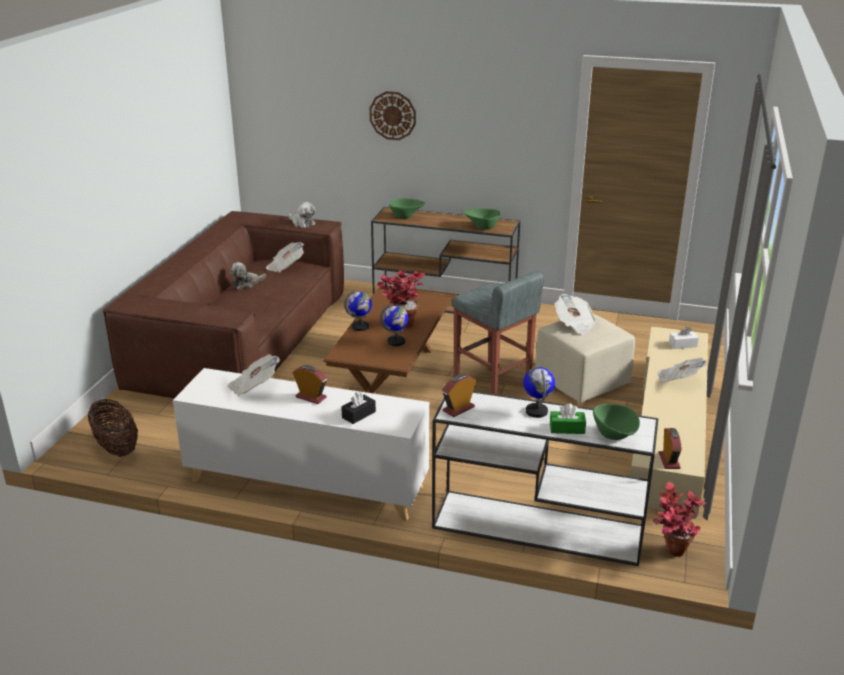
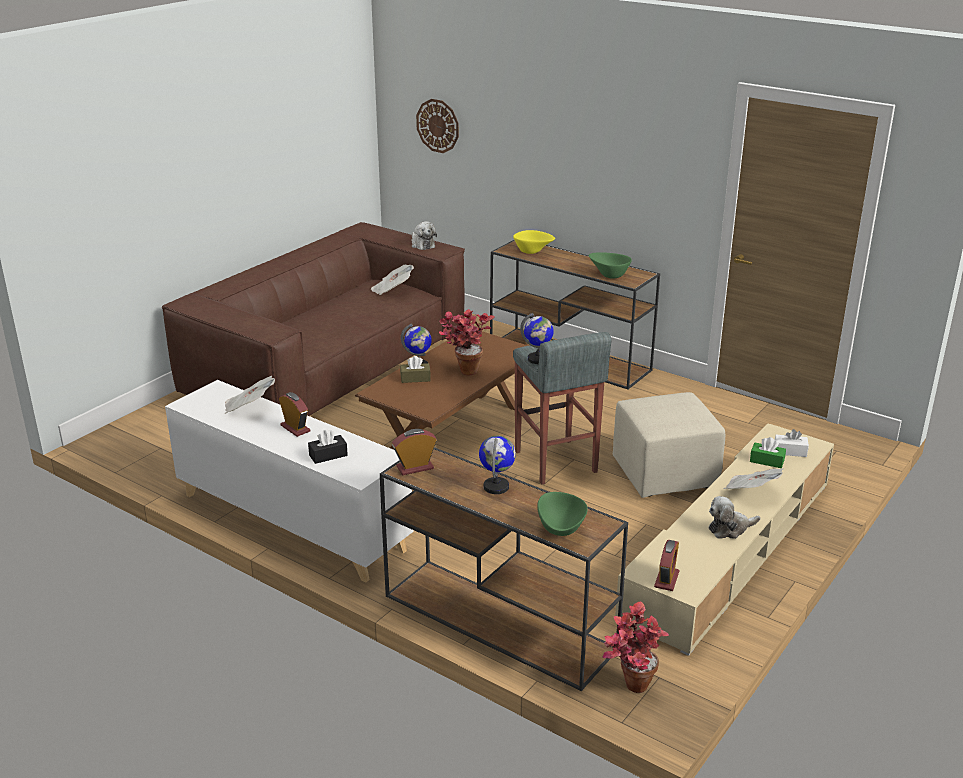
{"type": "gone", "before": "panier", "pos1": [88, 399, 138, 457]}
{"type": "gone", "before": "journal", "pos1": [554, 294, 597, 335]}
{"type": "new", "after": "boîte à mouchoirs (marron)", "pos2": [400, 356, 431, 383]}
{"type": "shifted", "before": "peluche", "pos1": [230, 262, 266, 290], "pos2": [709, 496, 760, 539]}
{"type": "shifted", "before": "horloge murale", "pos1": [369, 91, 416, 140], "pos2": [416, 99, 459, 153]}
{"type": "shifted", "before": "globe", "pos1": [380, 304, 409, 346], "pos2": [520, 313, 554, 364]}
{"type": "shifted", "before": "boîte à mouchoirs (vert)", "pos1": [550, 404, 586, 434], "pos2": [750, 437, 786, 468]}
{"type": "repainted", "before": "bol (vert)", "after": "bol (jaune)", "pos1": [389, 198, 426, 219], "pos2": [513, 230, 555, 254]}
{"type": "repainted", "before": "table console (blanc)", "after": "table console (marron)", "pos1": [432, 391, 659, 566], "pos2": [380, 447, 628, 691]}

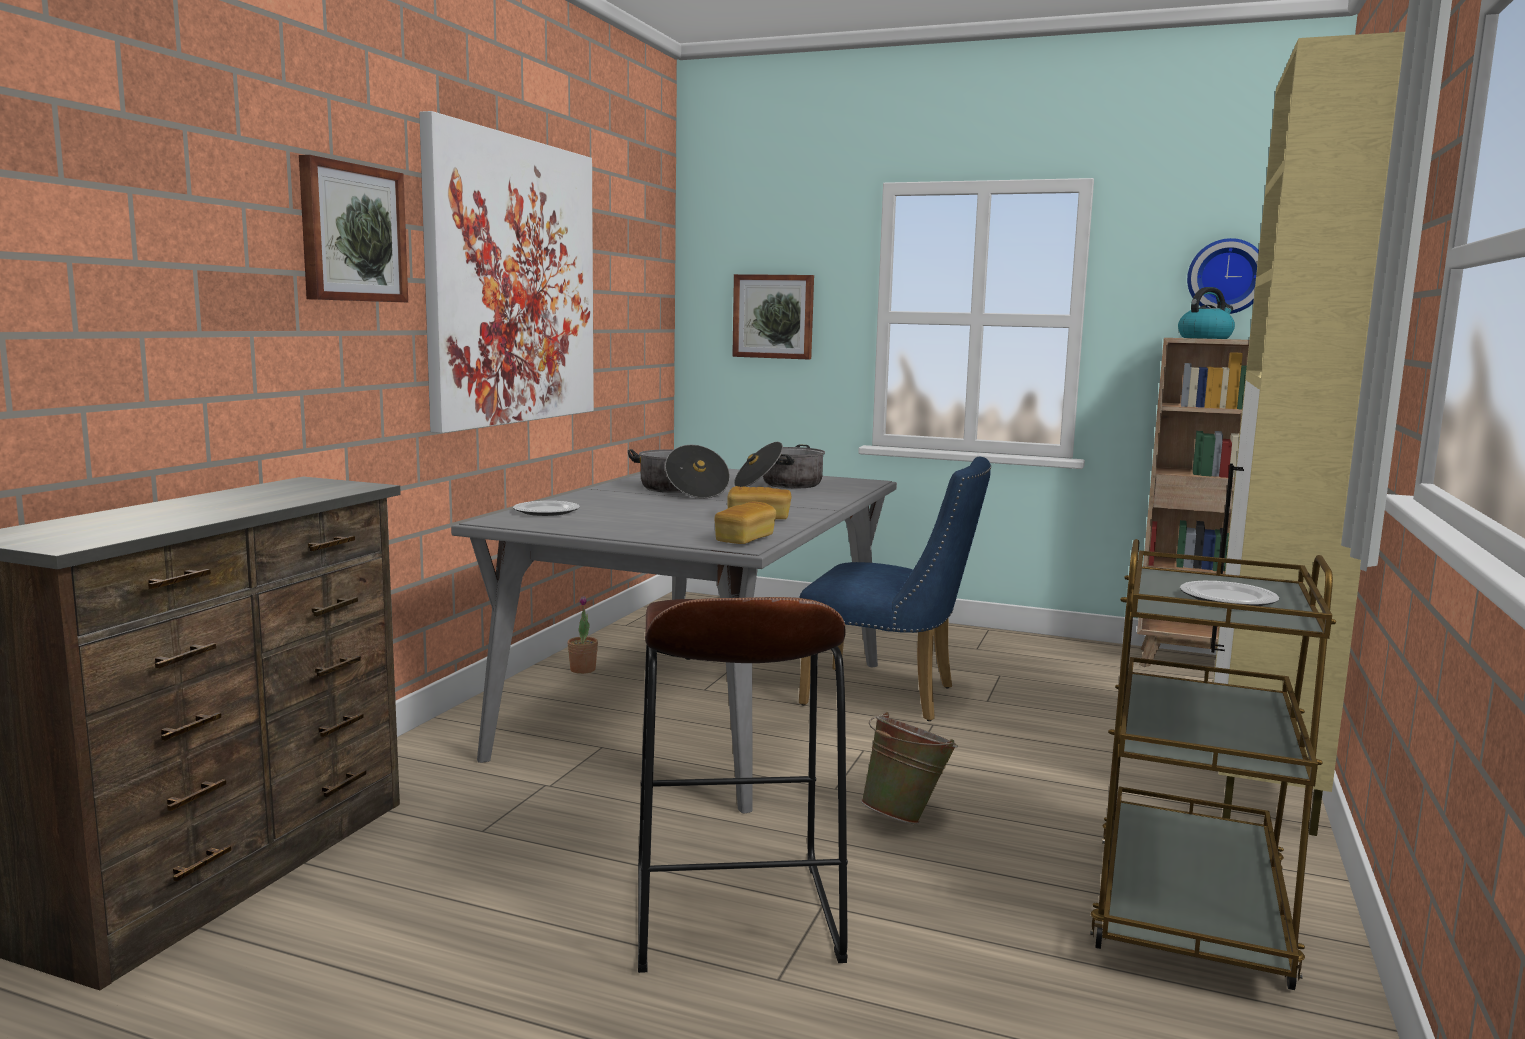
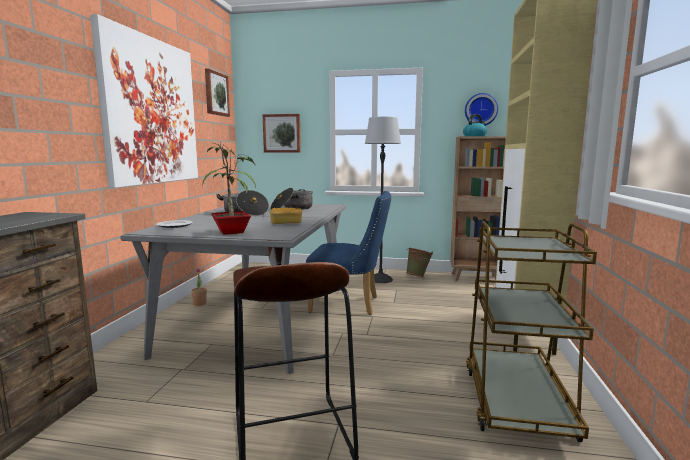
{"type": "gone", "before": "pain", "pos1": [714, 502, 776, 544]}
{"type": "gone", "before": "assiette", "pos1": [1180, 581, 1279, 606]}
{"type": "new", "after": "plante en pot", "pos2": [202, 142, 256, 235]}
{"type": "new", "after": "lampadaire", "pos2": [365, 117, 401, 283]}
{"type": "shifted", "before": "tableau", "pos1": [299, 155, 408, 302], "pos2": [205, 68, 230, 117]}
{"type": "shifted", "before": "seau (vert)", "pos1": [861, 712, 958, 824], "pos2": [406, 248, 433, 277]}

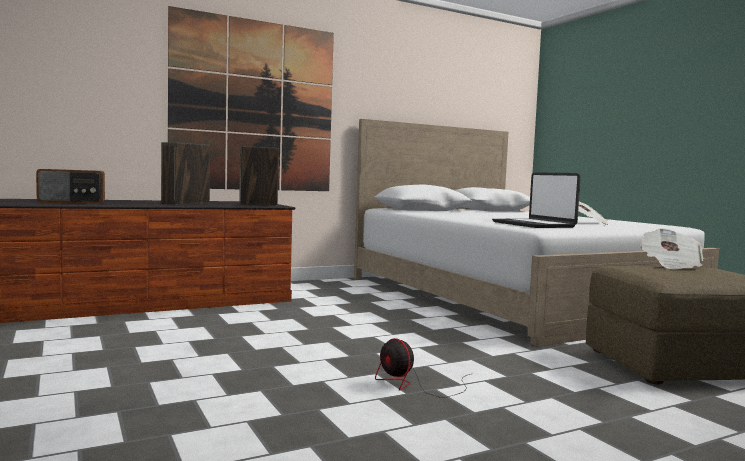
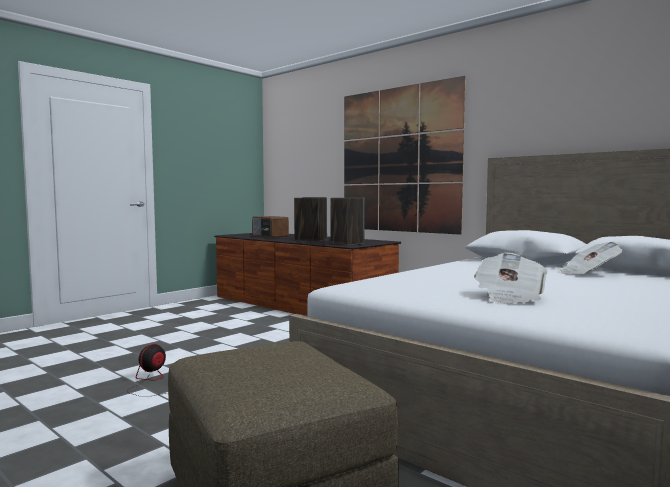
{"type": "gone", "before": "ordinateur portable", "pos1": [492, 172, 581, 228]}
{"type": "shifted", "before": "journal", "pos1": [640, 228, 703, 270], "pos2": [557, 242, 622, 274]}

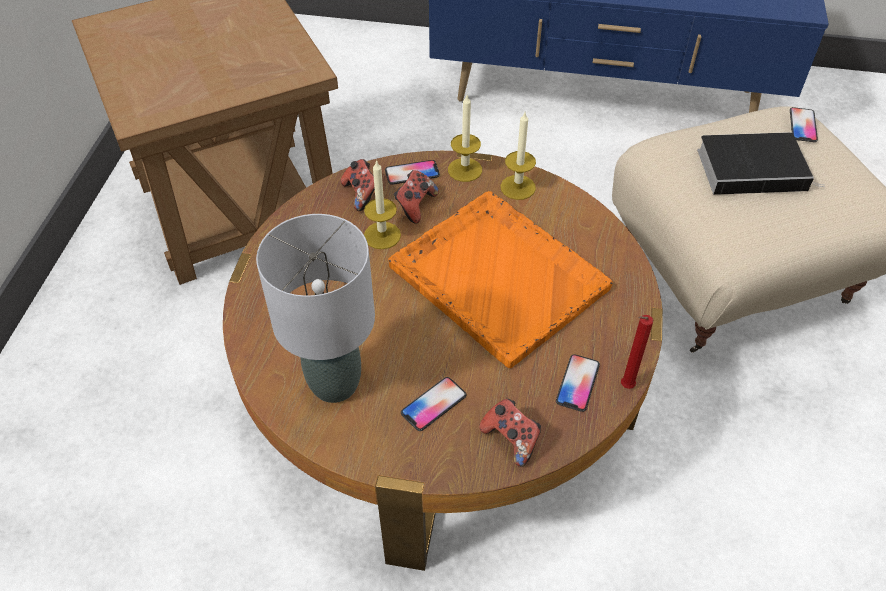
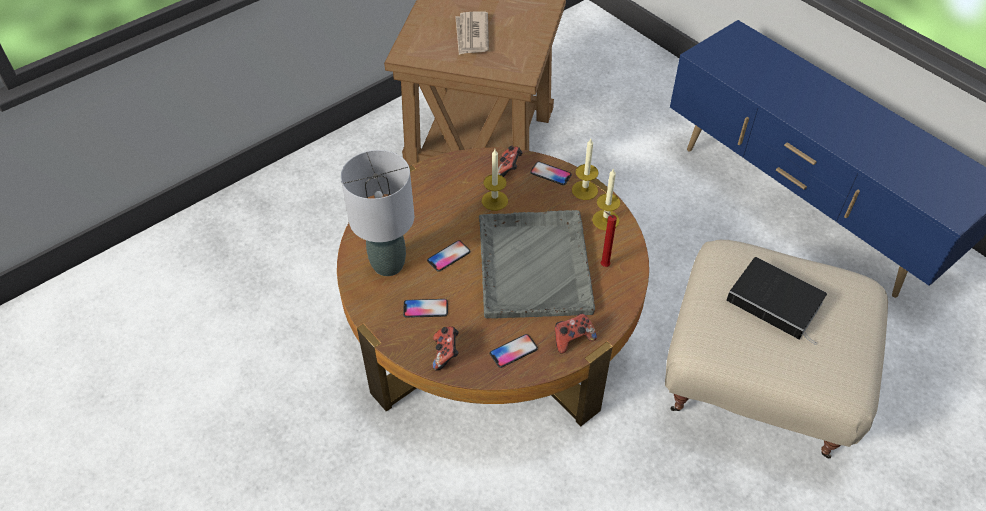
{"type": "new", "after": "journal", "pos2": [455, 12, 489, 55]}
{"type": "shifted", "before": "manette", "pos1": [394, 170, 439, 224], "pos2": [555, 313, 597, 354]}
{"type": "shifted", "before": "bougie (rouge)", "pos1": [621, 315, 653, 389], "pos2": [601, 211, 617, 267]}
{"type": "shifted", "before": "téléphone", "pos1": [790, 107, 818, 142], "pos2": [427, 240, 471, 272]}
{"type": "repainted", "before": "plateau (orange)", "after": "plateau (gris)", "pos1": [388, 191, 613, 368], "pos2": [479, 210, 595, 318]}

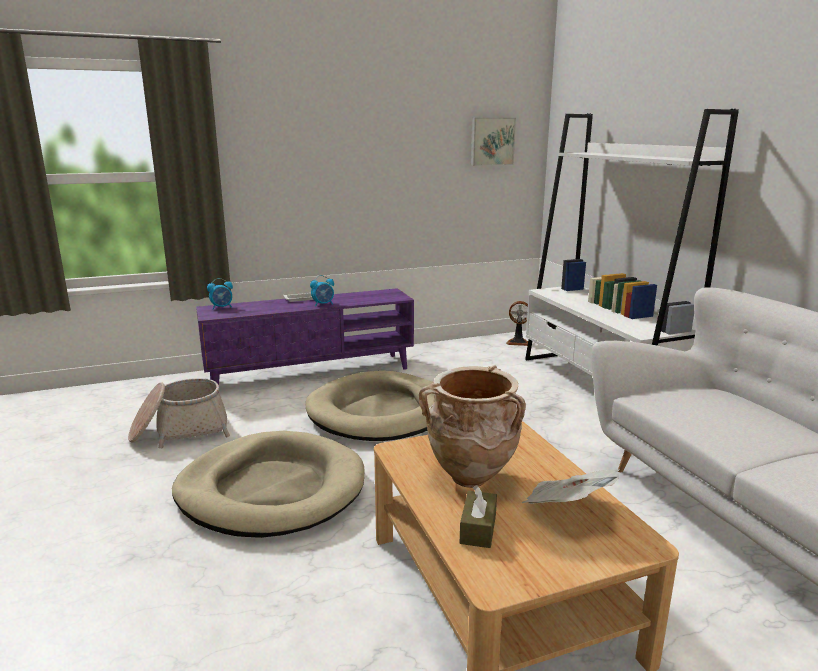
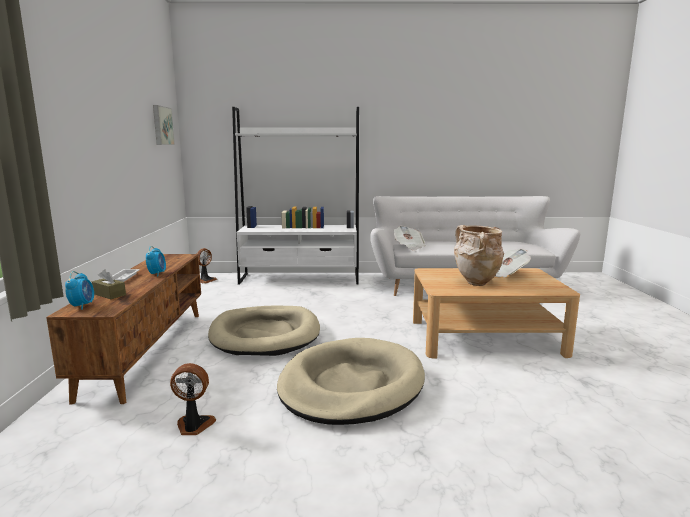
{"type": "new", "after": "journal", "pos2": [394, 226, 426, 250]}
{"type": "shifted", "before": "boîte à mouchoirs (marron)", "pos1": [460, 485, 497, 548], "pos2": [92, 269, 126, 299]}
{"type": "swapped", "before": "panier", "after": "ventilateur", "pos1": [128, 378, 230, 448], "pos2": [170, 363, 216, 435]}
{"type": "repainted", "before": "meuble télé (violet)", "after": "meuble télé (marron)", "pos1": [196, 288, 414, 385], "pos2": [46, 254, 201, 405]}

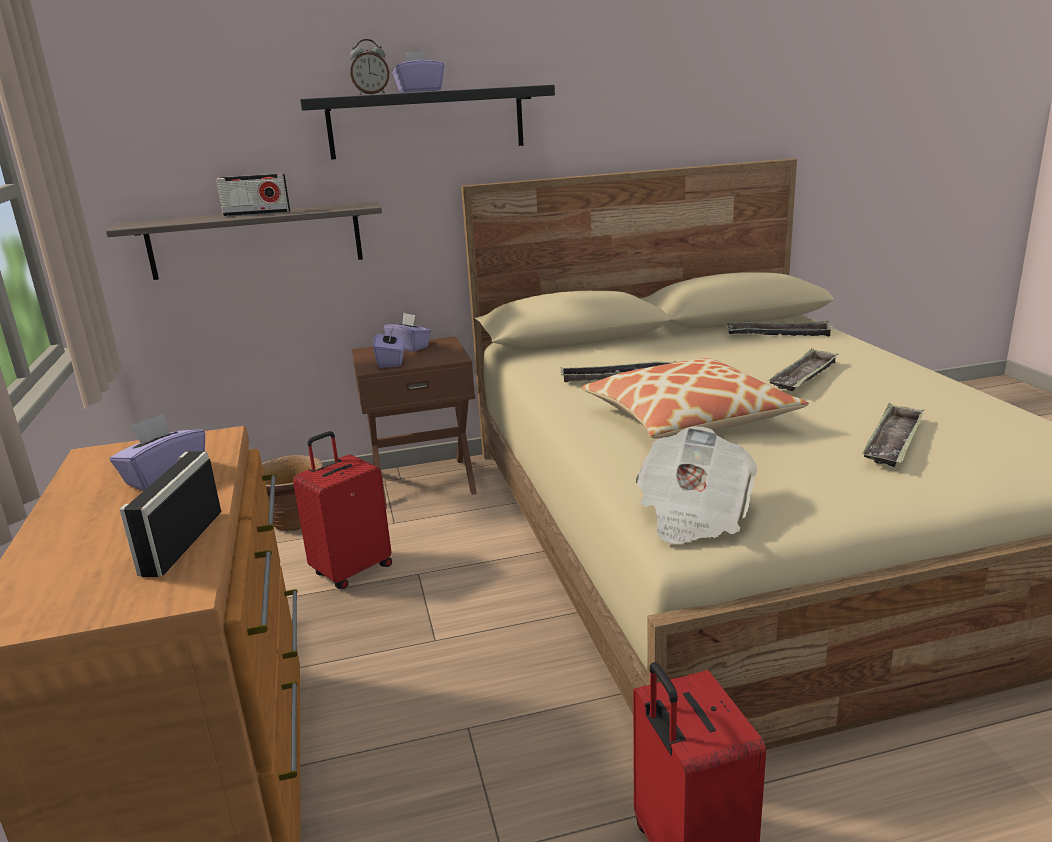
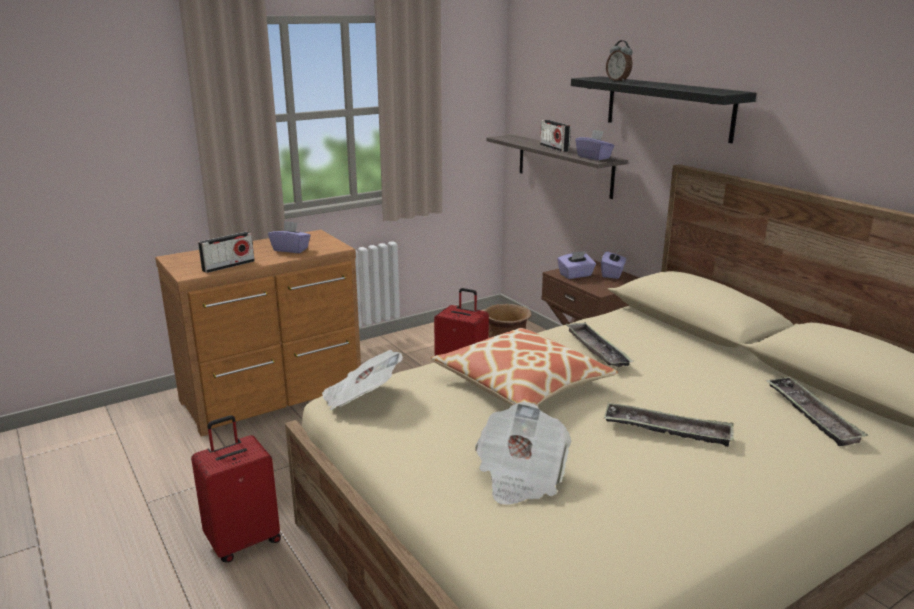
{"type": "shifted", "before": "boîte à mouchoirs (violet)", "pos1": [392, 51, 444, 93], "pos2": [576, 130, 614, 160]}
{"type": "swapped", "before": "plateau", "after": "journal", "pos1": [862, 403, 924, 467], "pos2": [475, 402, 571, 504]}
{"type": "rotated", "before": "radio", "pos1": [119, 451, 221, 577], "pos2": [198, 231, 255, 273], "turn": 150}

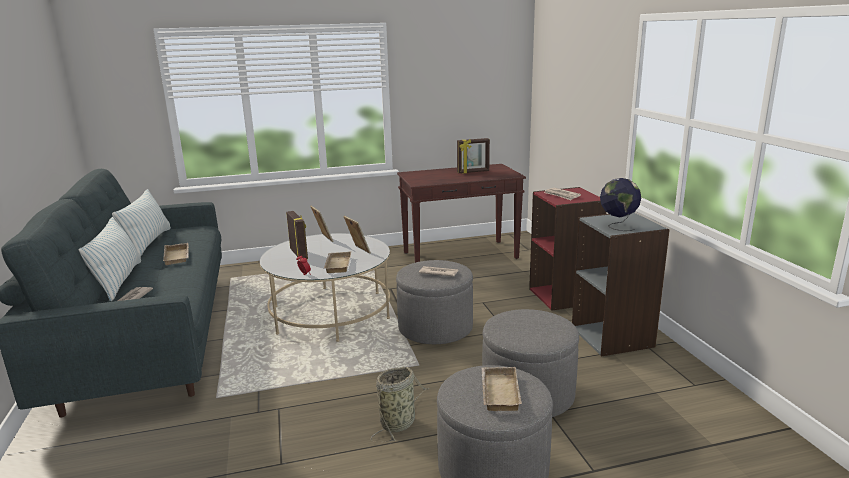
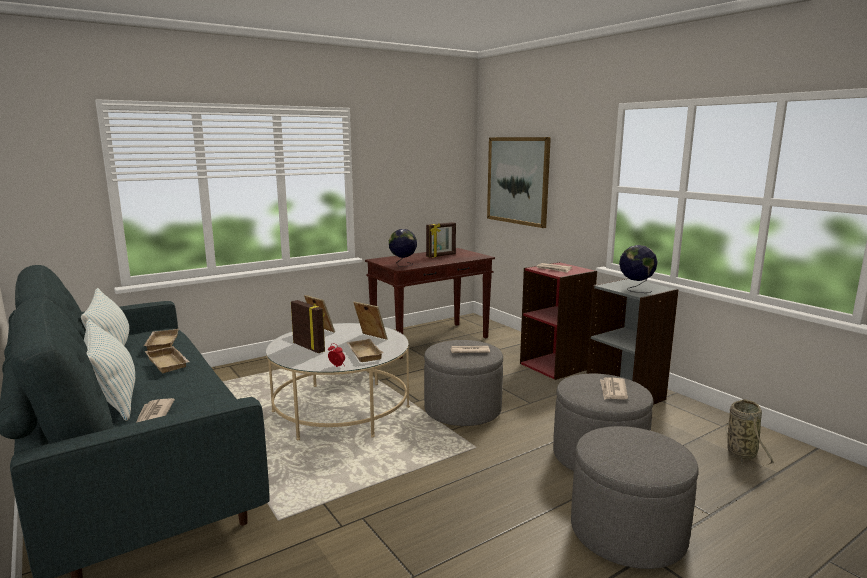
{"type": "new", "after": "globe", "pos2": [389, 229, 417, 267]}
{"type": "new", "after": "tableau", "pos2": [487, 137, 551, 228]}
{"type": "new", "after": "journal", "pos2": [600, 377, 628, 400]}
{"type": "shifted", "before": "panier", "pos1": [371, 367, 430, 442], "pos2": [725, 399, 775, 468]}
{"type": "shifted", "before": "plateau (beige)", "pos1": [482, 367, 522, 411], "pos2": [144, 329, 179, 351]}

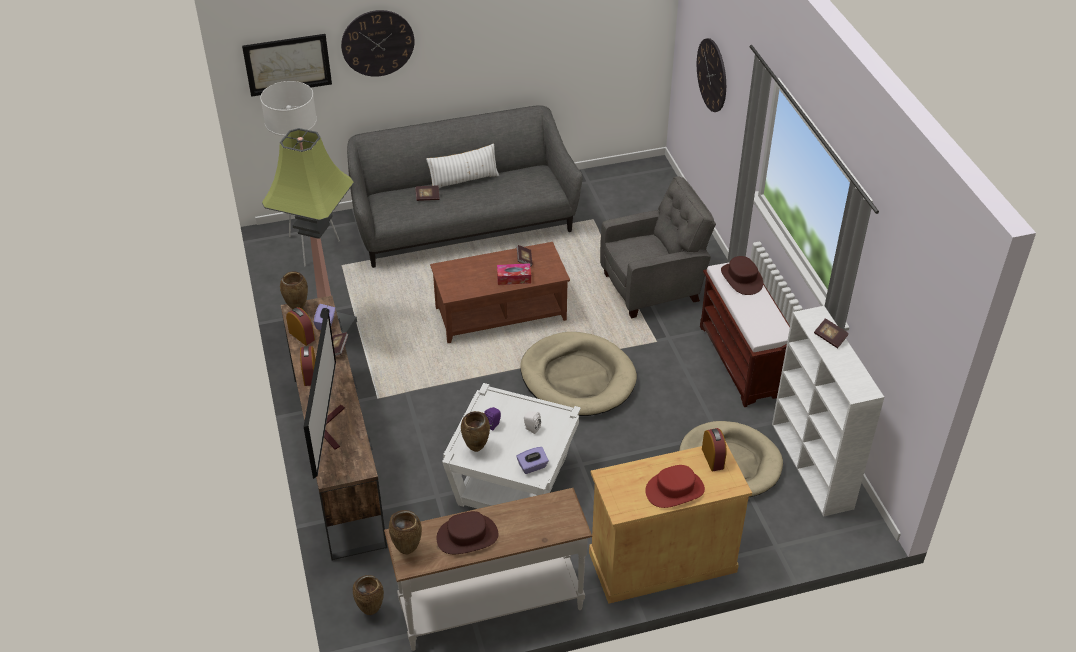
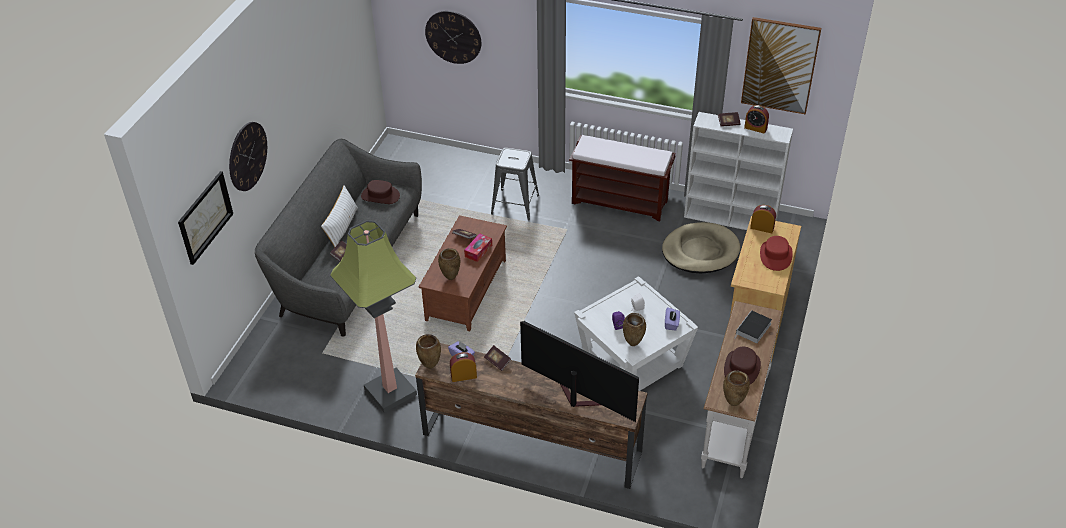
{"type": "gone", "before": "lampadaire (blanc)", "pos1": [260, 81, 340, 266]}
{"type": "gone", "before": "panier pour chien (beige)", "pos1": [520, 332, 637, 416]}
{"type": "new", "after": "livre", "pos2": [735, 310, 772, 343]}
{"type": "new", "after": "tableau", "pos2": [741, 17, 821, 114]}
{"type": "shifted", "before": "réveil", "pos1": [300, 346, 316, 386], "pos2": [744, 105, 769, 134]}
{"type": "shifted", "before": "vase (marron)", "pos1": [353, 575, 384, 615], "pos2": [438, 248, 460, 280]}
{"type": "shifted", "before": "chapeau (marron)", "pos1": [721, 256, 763, 295], "pos2": [361, 180, 400, 204]}
{"type": "swapped", "before": "fauteuil (gris)", "after": "tabouret (gris)", "pos1": [600, 176, 716, 318], "pos2": [491, 148, 539, 221]}

